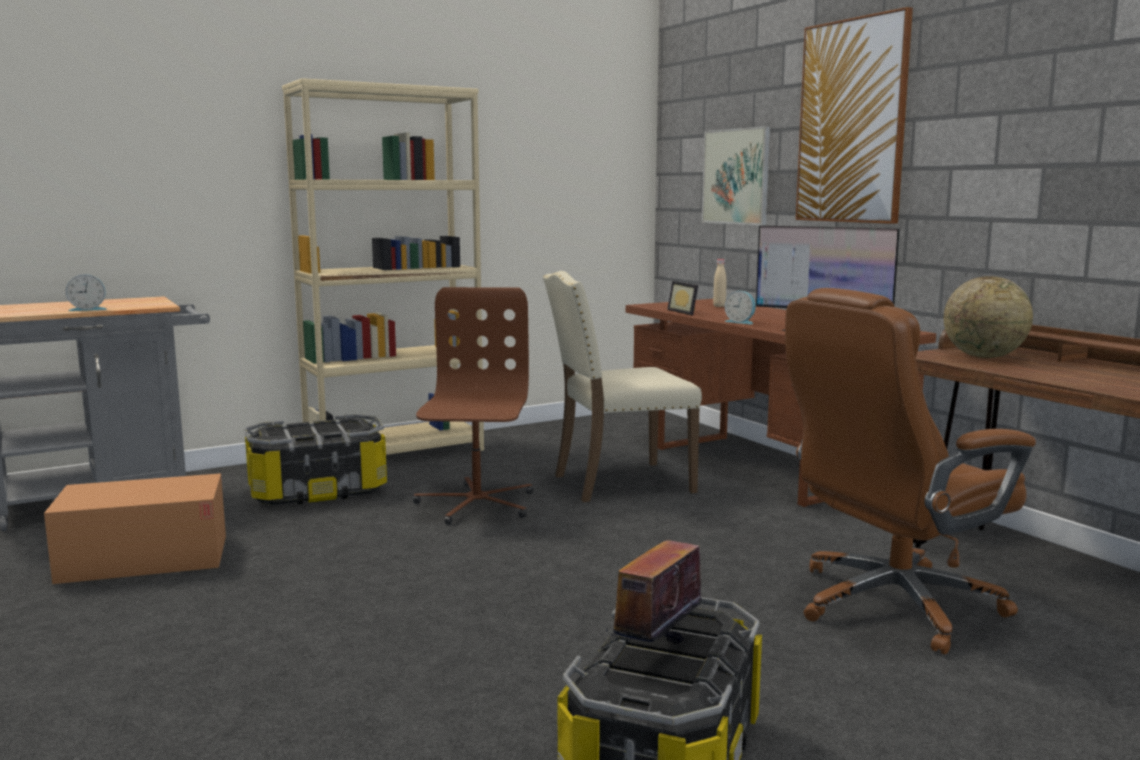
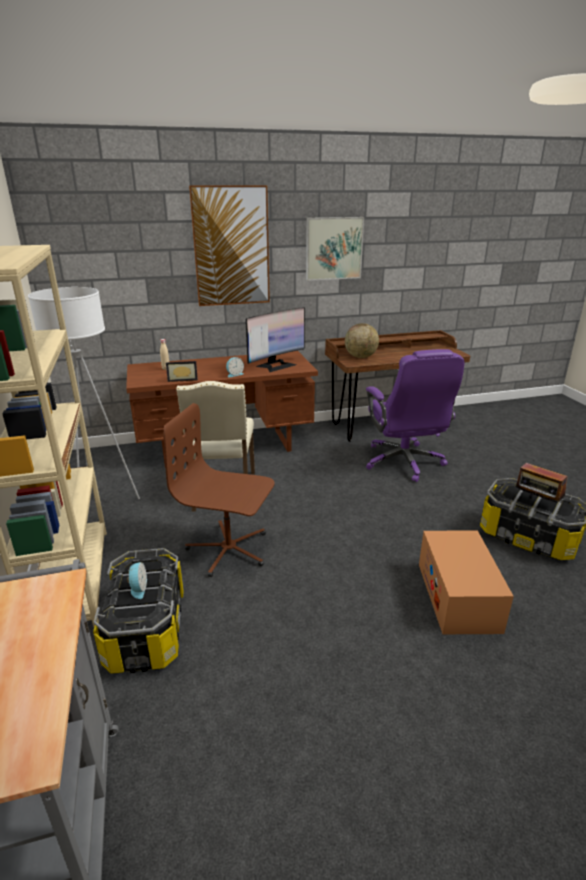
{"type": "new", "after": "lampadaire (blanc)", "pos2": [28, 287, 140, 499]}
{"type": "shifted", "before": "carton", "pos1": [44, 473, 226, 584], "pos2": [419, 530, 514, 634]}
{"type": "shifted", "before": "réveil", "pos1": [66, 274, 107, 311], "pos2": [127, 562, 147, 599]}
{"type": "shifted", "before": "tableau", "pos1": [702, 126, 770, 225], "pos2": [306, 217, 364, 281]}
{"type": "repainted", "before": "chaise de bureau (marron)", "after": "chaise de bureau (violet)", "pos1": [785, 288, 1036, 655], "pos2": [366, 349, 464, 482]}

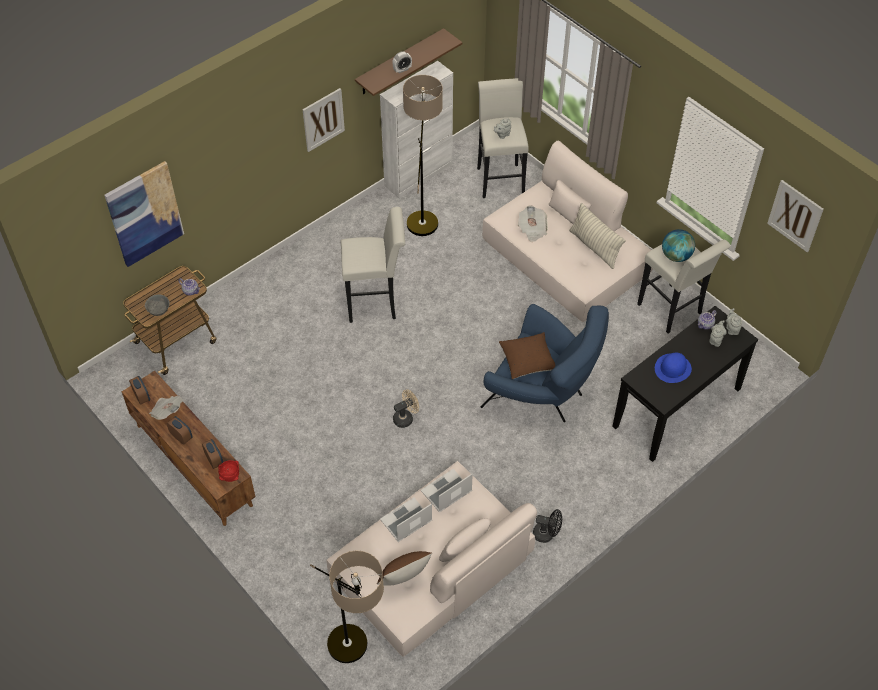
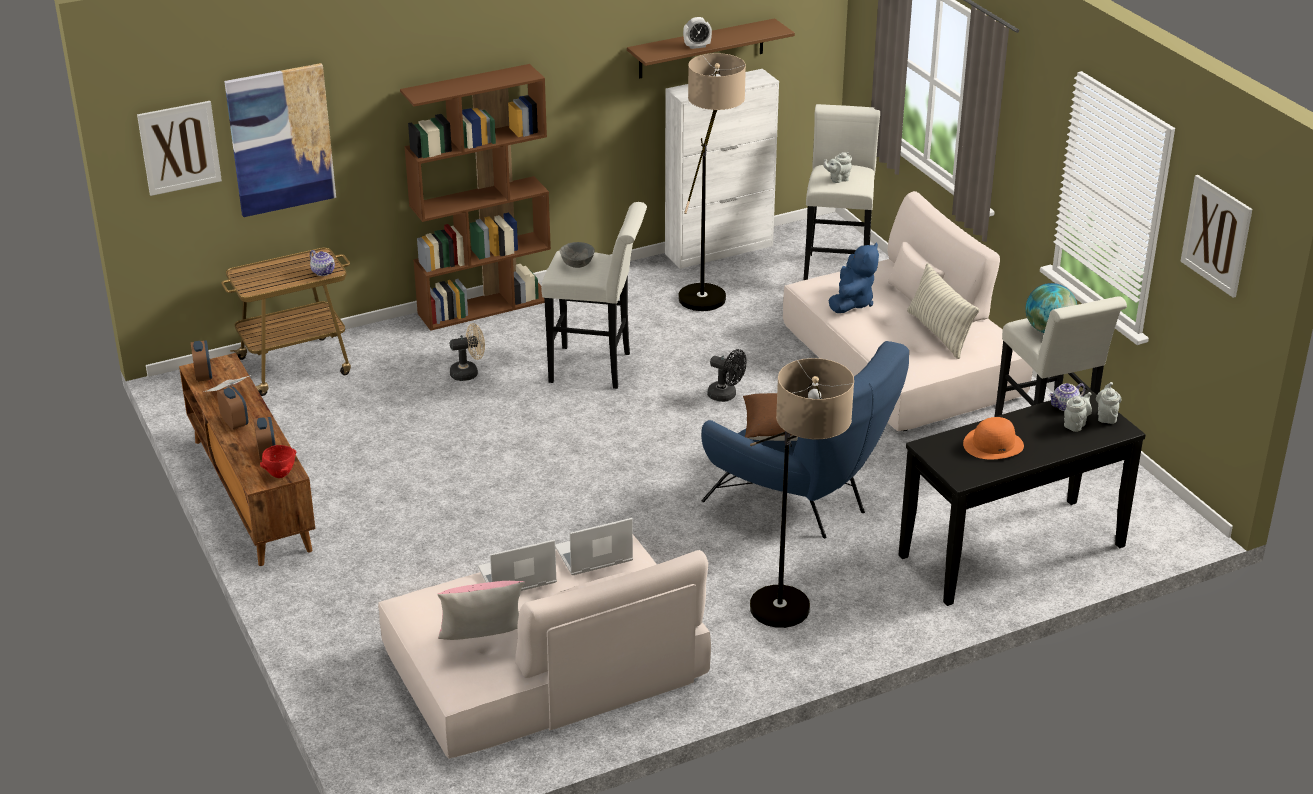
{"type": "new", "after": "bibliothèque (marron)", "pos2": [400, 64, 551, 331]}
{"type": "shifted", "before": "bol (gris)", "pos1": [145, 294, 170, 316], "pos2": [559, 242, 595, 268]}
{"type": "shifted", "before": "tableau", "pos1": [303, 88, 345, 152], "pos2": [137, 101, 222, 196]}
{"type": "shifted", "before": "lampadaire", "pos1": [310, 550, 384, 663], "pos2": [750, 358, 854, 628]}
{"type": "shifted", "before": "ventilateur (beige)", "pos1": [393, 389, 419, 428], "pos2": [450, 323, 485, 381]}
{"type": "shifted", "before": "ventilateur (noir)", "pos1": [533, 509, 562, 543], "pos2": [707, 349, 746, 402]}
{"type": "swapped", "before": "journal", "after": "peluche (bleu)", "pos1": [518, 205, 548, 242], "pos2": [829, 242, 879, 313]}
{"type": "repainted", "before": "coussin (marron)", "after": "coussin (rose)", "pos1": [377, 551, 432, 586], "pos2": [437, 581, 525, 640]}
{"type": "repainted", "before": "chapeau (bleu)", "after": "chapeau (orange)", "pos1": [655, 353, 692, 383], "pos2": [963, 417, 1024, 459]}

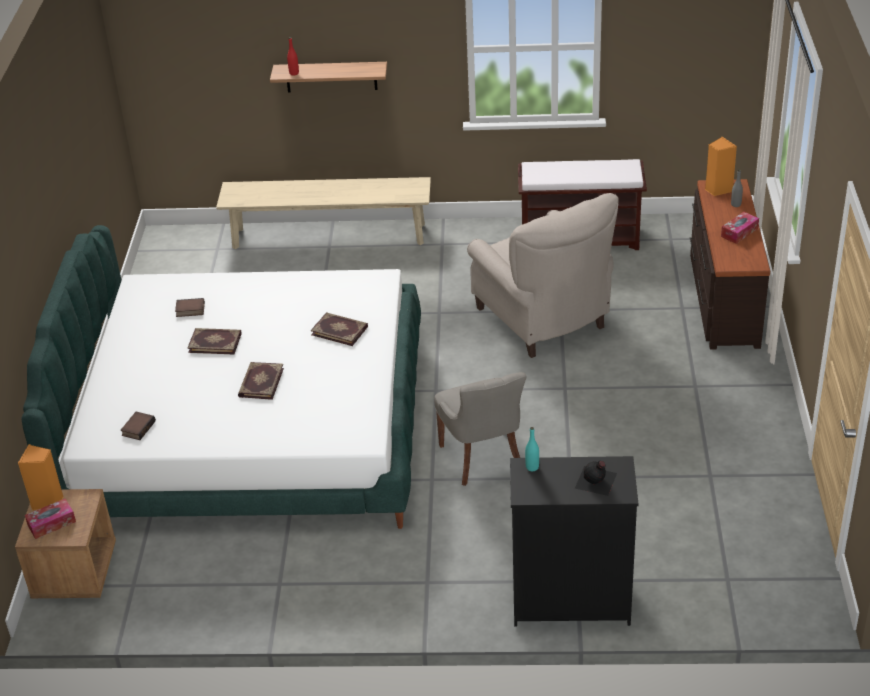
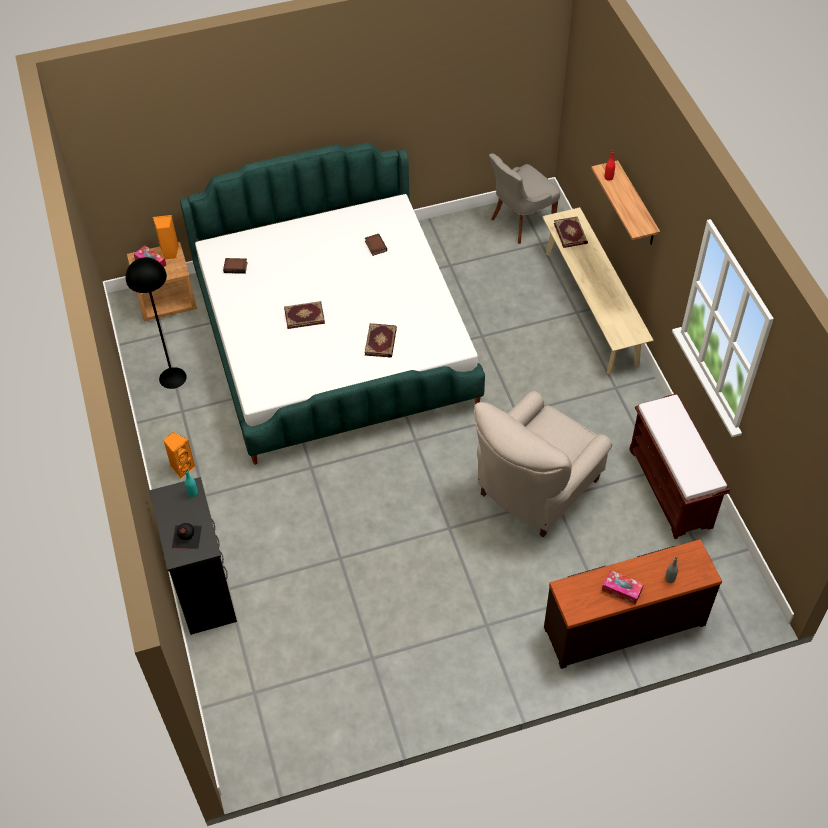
{"type": "new", "after": "lampadaire (noir)", "pos2": [126, 257, 187, 389]}
{"type": "shifted", "before": "livre", "pos1": [187, 328, 242, 354], "pos2": [554, 217, 588, 248]}
{"type": "shifted", "before": "chaise (gris)", "pos1": [434, 372, 527, 486], "pos2": [489, 153, 560, 244]}
{"type": "shifted", "before": "enceinte (orange)", "pos1": [705, 137, 737, 196], "pos2": [163, 432, 195, 479]}

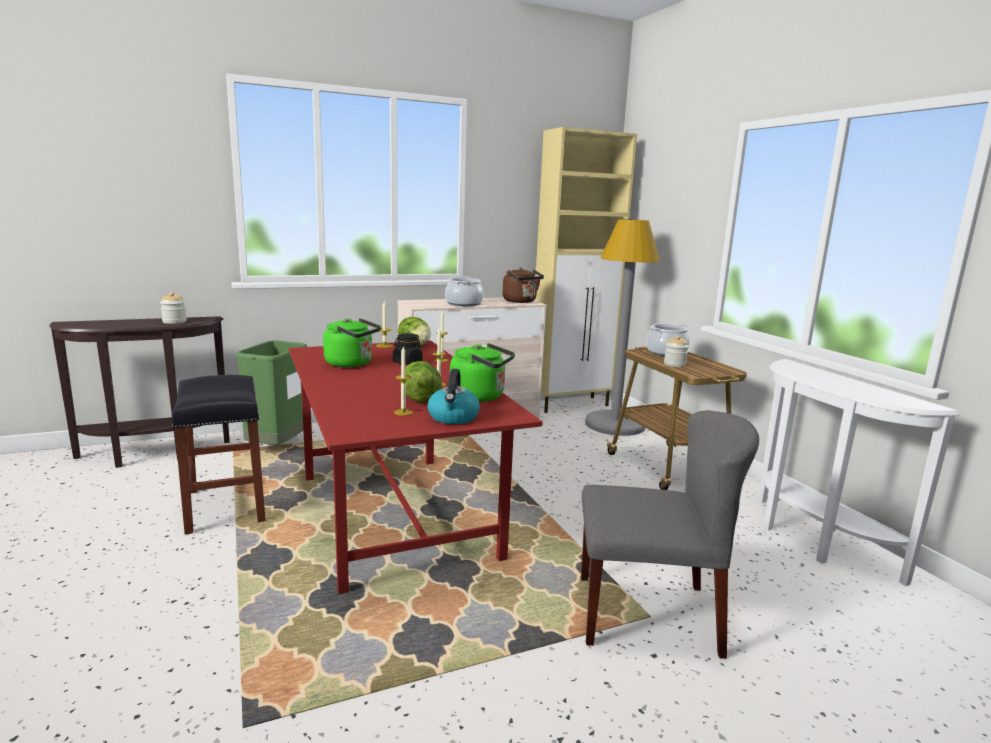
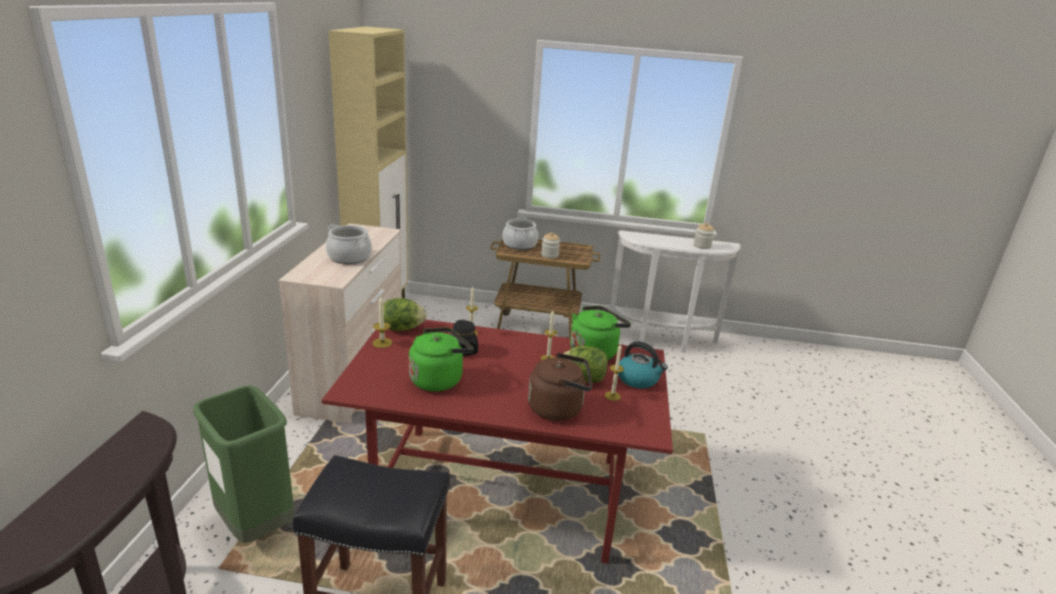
{"type": "gone", "before": "chaise (gris)", "pos1": [581, 410, 759, 659]}
{"type": "gone", "before": "lampadaire (gris)", "pos1": [585, 219, 660, 436]}
{"type": "shifted", "before": "bocal", "pos1": [160, 292, 187, 324], "pos2": [694, 223, 715, 249]}
{"type": "shifted", "before": "bouilloire (marron)", "pos1": [503, 268, 544, 303], "pos2": [528, 353, 592, 421]}

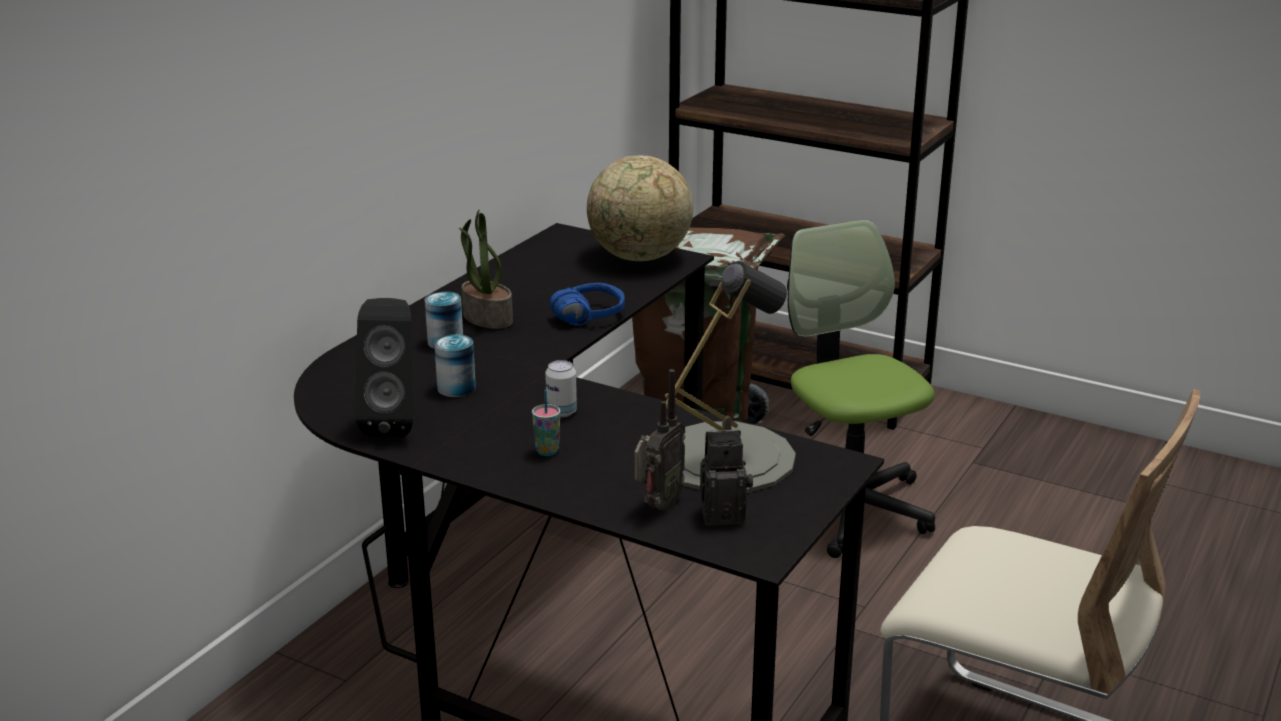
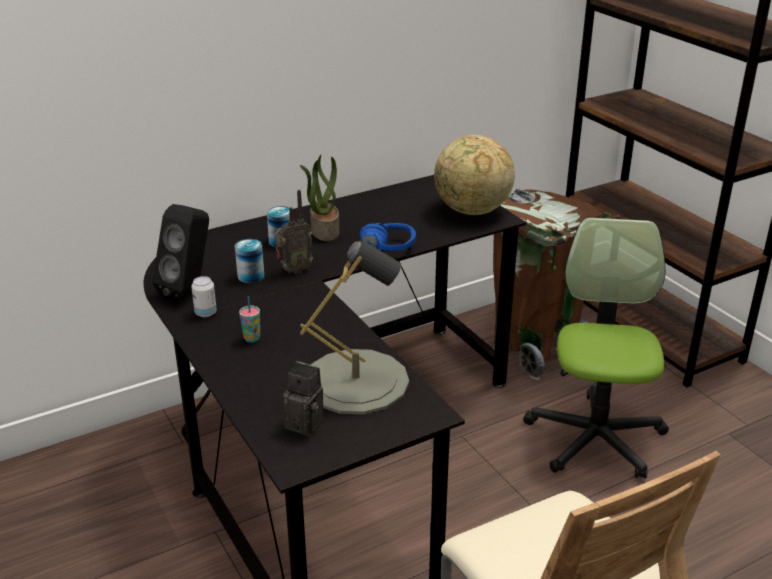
{"type": "shifted", "before": "boîte métallique", "pos1": [545, 360, 577, 418], "pos2": [191, 276, 217, 317]}
{"type": "shifted", "before": "radio", "pos1": [634, 369, 685, 511], "pos2": [275, 190, 313, 274]}

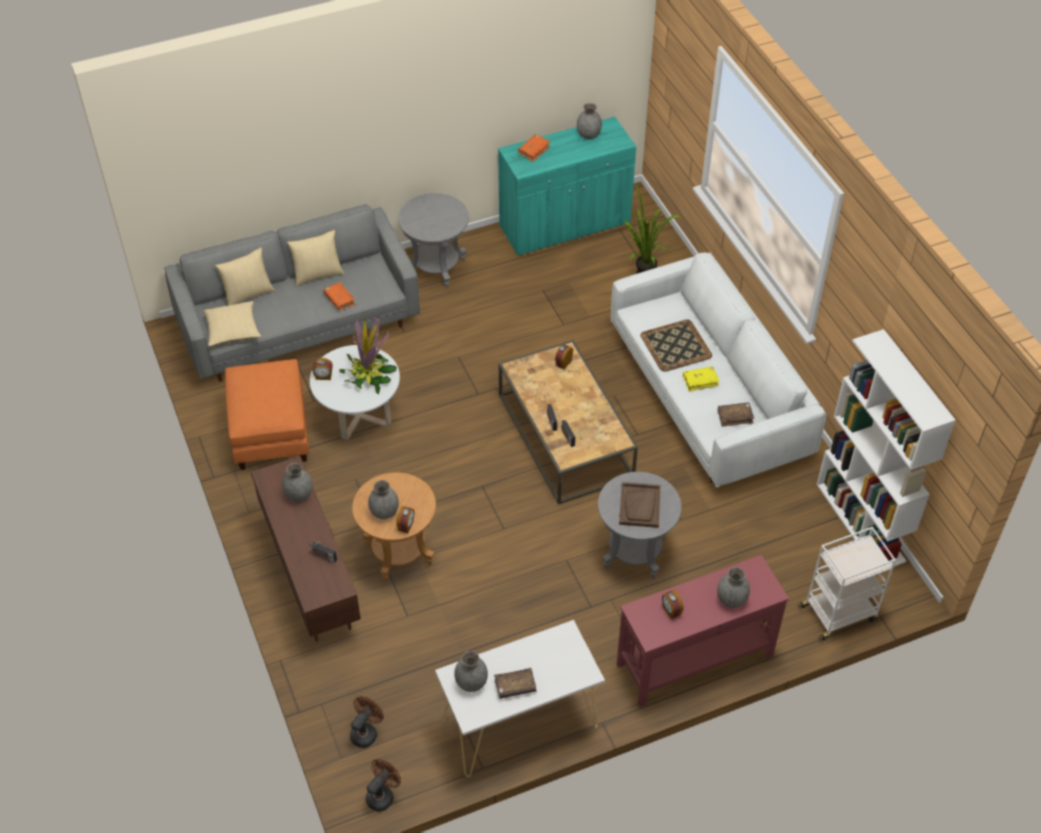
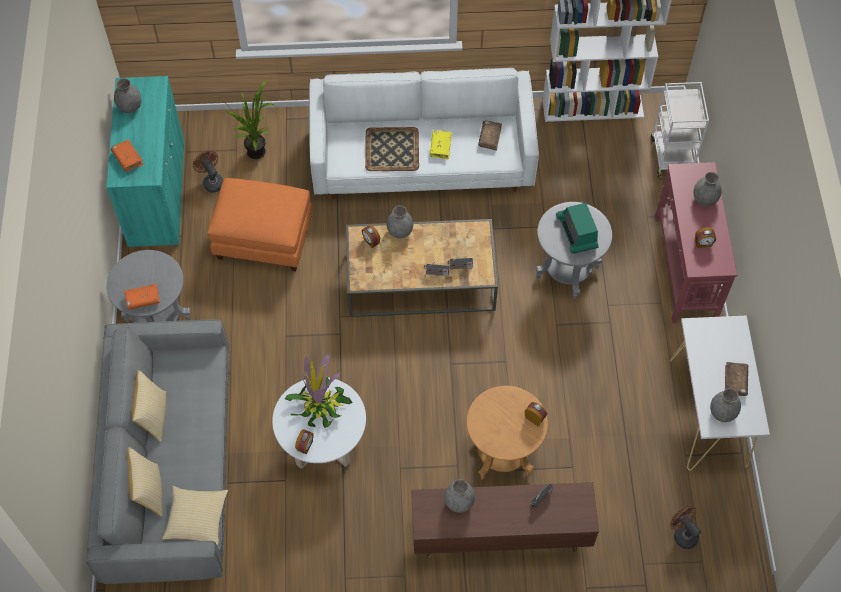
{"type": "shifted", "before": "pouf (orange)", "pos1": [225, 359, 310, 470], "pos2": [207, 178, 312, 271]}
{"type": "shifted", "before": "livre (orange)", "pos1": [323, 282, 356, 310], "pos2": [124, 284, 160, 310]}
{"type": "shifted", "before": "ventilateur (marron)", "pos1": [366, 759, 401, 811], "pos2": [193, 151, 224, 193]}
{"type": "shifted", "before": "vase (gris)", "pos1": [368, 480, 399, 519], "pos2": [387, 205, 413, 239]}
{"type": "swapped", "before": "plateau (marron)", "after": "radio", "pos1": [619, 482, 661, 528], "pos2": [556, 203, 598, 254]}

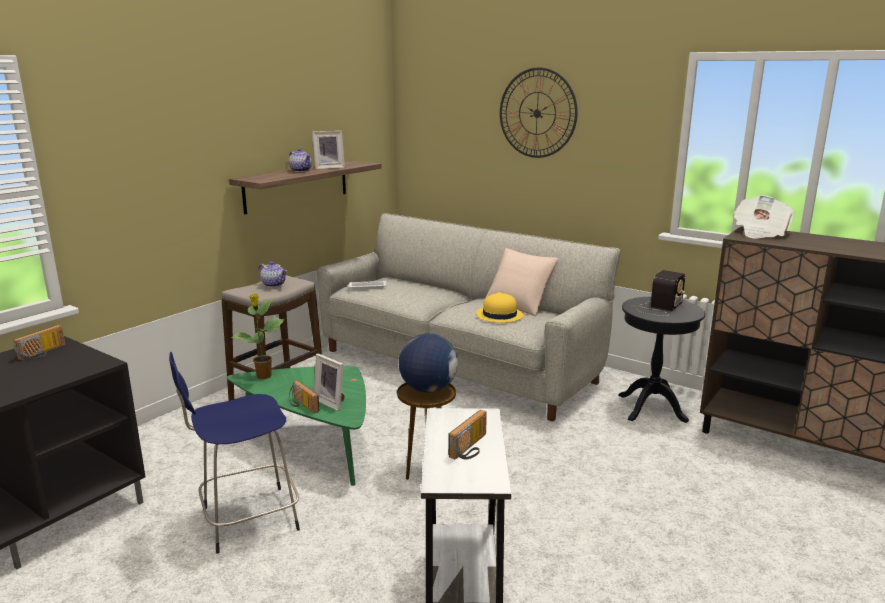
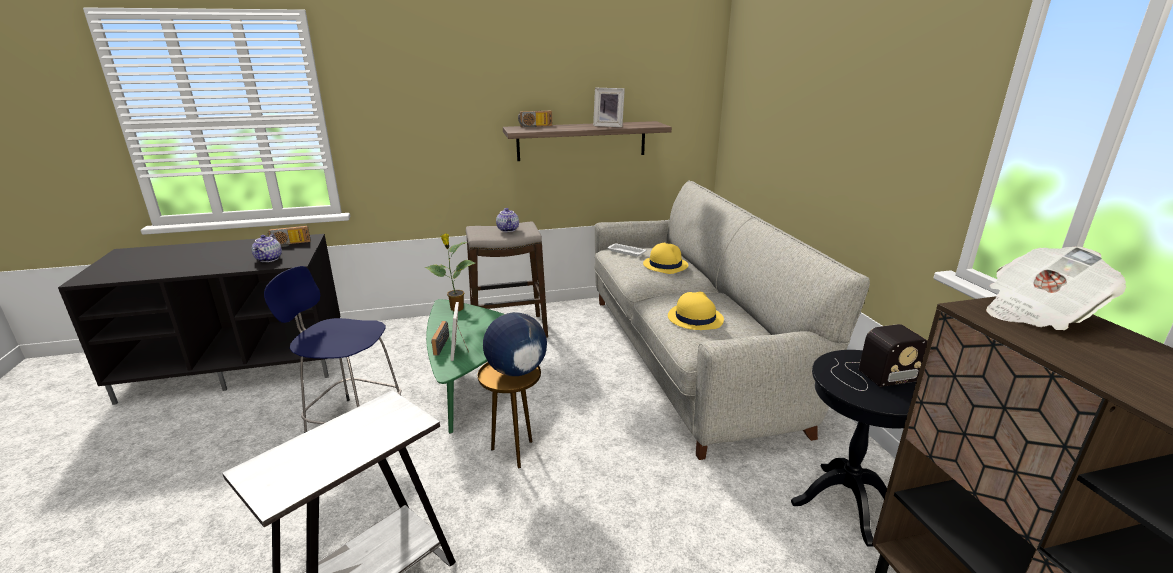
{"type": "gone", "before": "coussin (beige)", "pos1": [484, 248, 559, 316]}
{"type": "gone", "before": "horloge murale", "pos1": [500, 67, 578, 158]}
{"type": "new", "after": "chapeau (jaune)", "pos2": [643, 243, 688, 274]}
{"type": "shifted", "before": "théière", "pos1": [289, 148, 312, 172], "pos2": [252, 234, 282, 262]}
{"type": "shifted", "before": "radio", "pos1": [448, 410, 487, 459], "pos2": [518, 110, 552, 128]}

